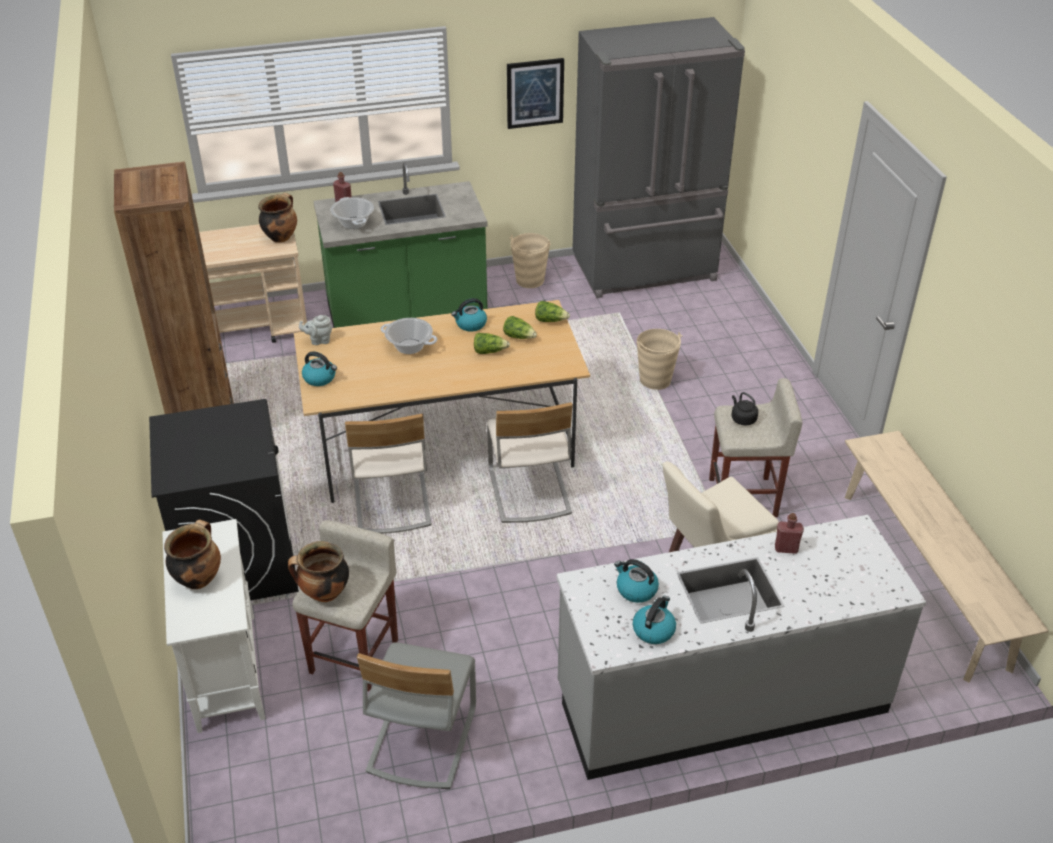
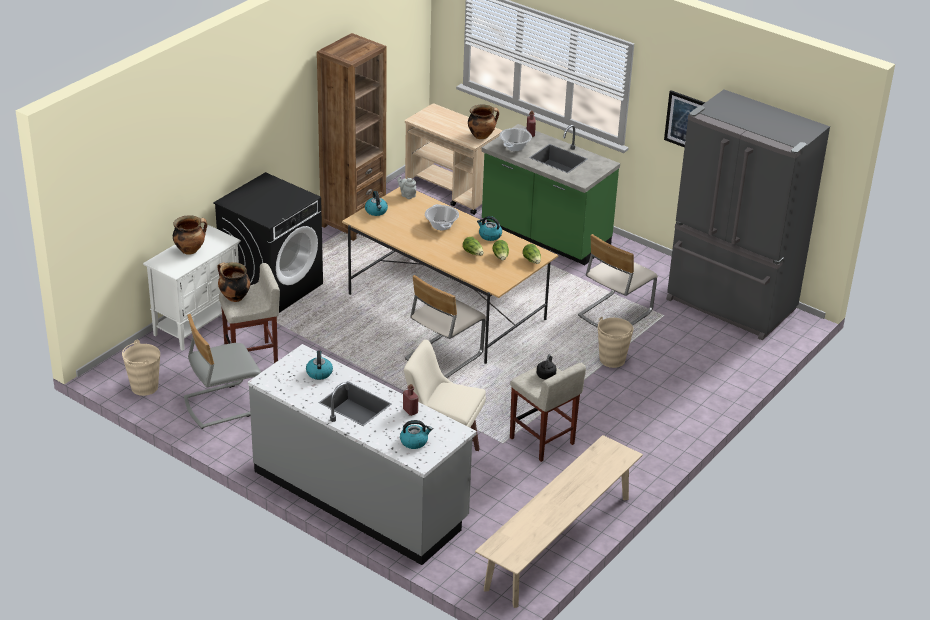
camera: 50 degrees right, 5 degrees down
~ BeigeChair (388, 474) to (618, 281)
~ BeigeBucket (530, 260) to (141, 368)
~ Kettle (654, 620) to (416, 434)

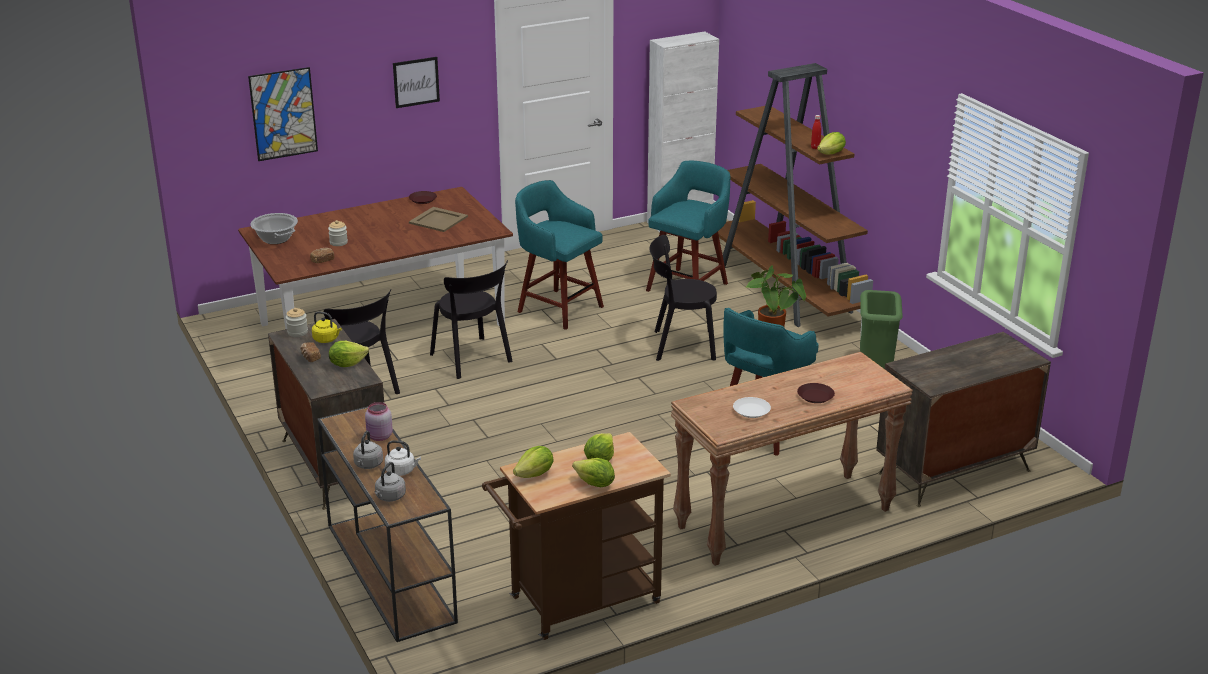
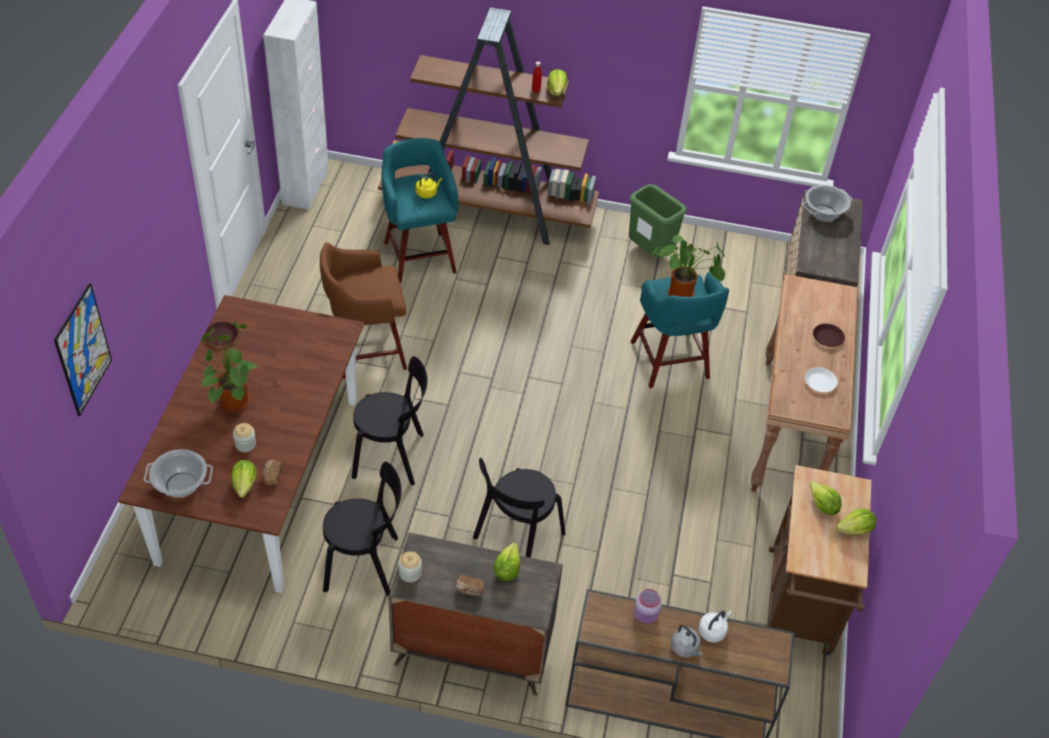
camera: 55 degrees left, 20 degrees up
~ YellowKettle (327, 327) to (429, 185)
- GreyKettle (390, 482)
- Picture (416, 82)
- BeigeTray (438, 219)
~ Lettuce (533, 462) to (244, 479)
~ TurquoiseStool (559, 255) to BrownStool (363, 310)
~ BlackChair (683, 298) to (519, 507)
+ PottedPlant (229, 366)
+ CookingPot (827, 203)

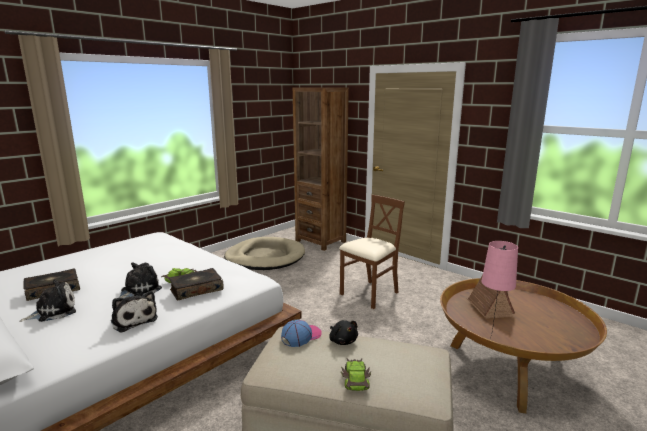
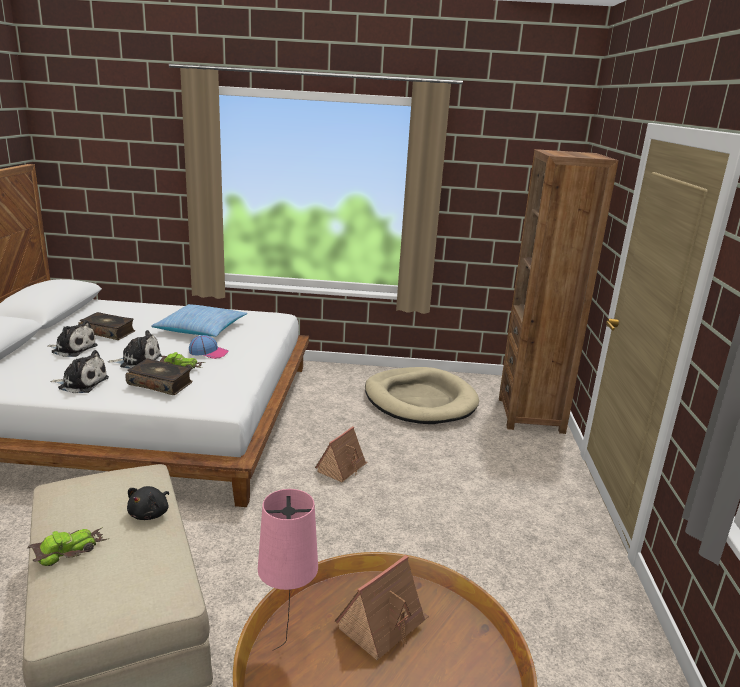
camera: 50 degrees right, 5 degrees up
~ PlushToy (134, 312) = (79, 371) 90 degrees counterclockwise
~ Cap (301, 333) to (209, 347)
- BrownChair (372, 252)
+ Pillow (199, 320)
+ ToyHouse (341, 454)

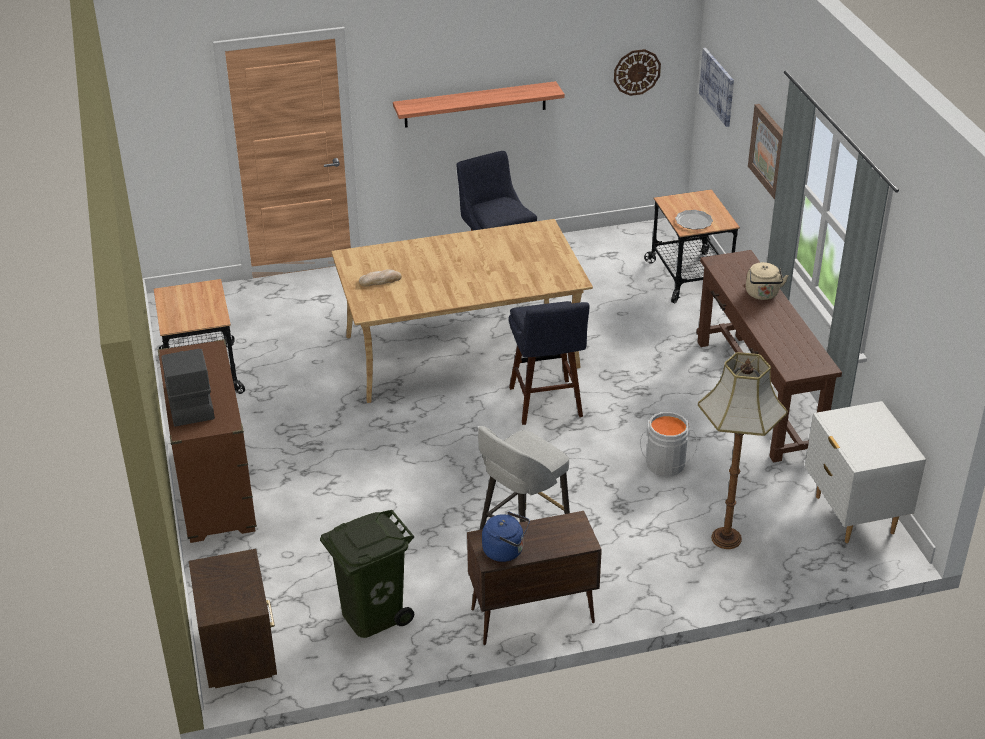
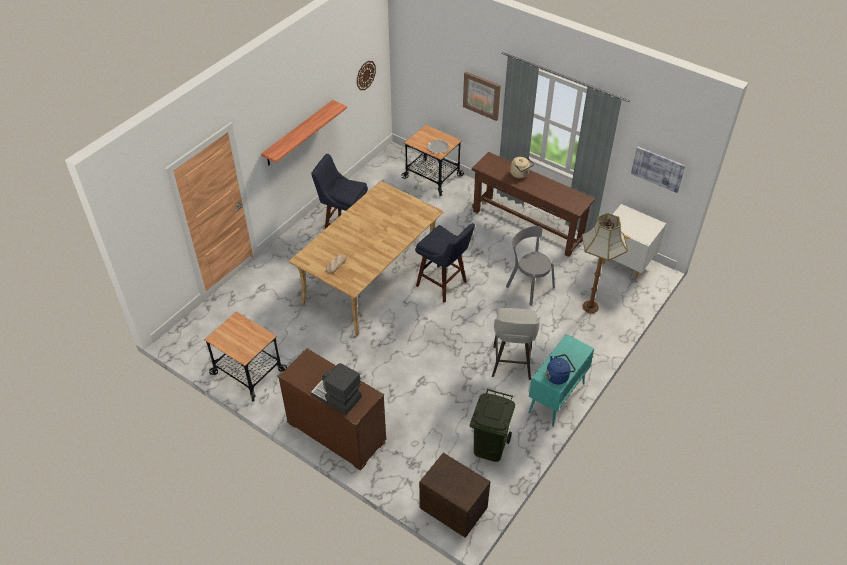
camera: 40 degrees left, 10 degrees up
~ BrownCabinet (534, 578) to TurquoiseCabinet (561, 380)
~ GreyBucket (668, 444) to GreyChair (530, 265)
~ Picture (716, 87) to (658, 170)

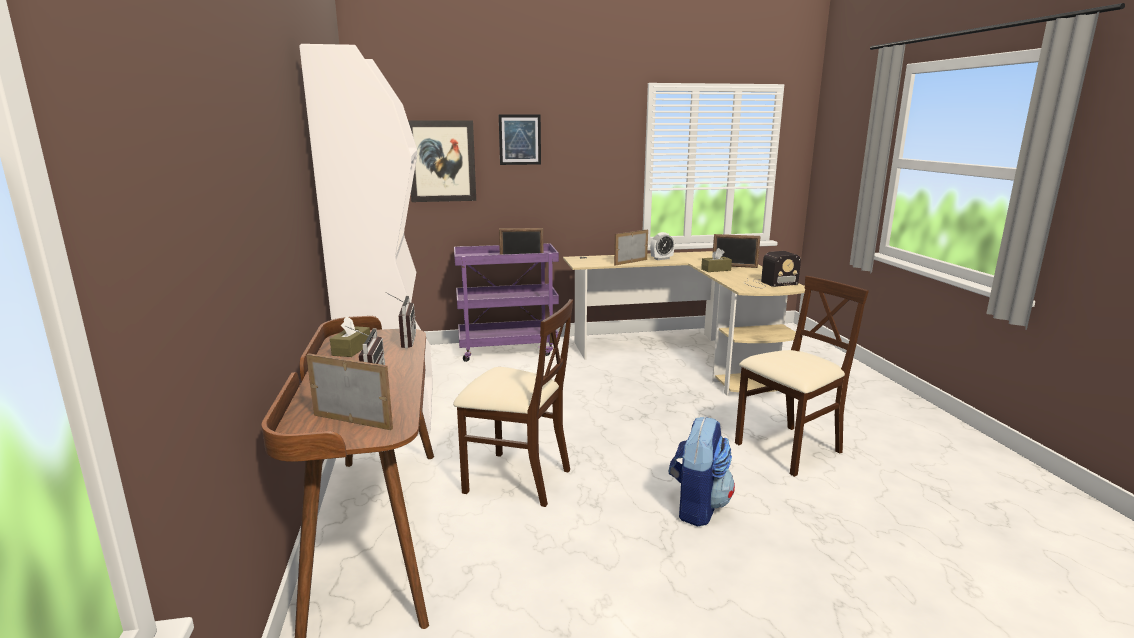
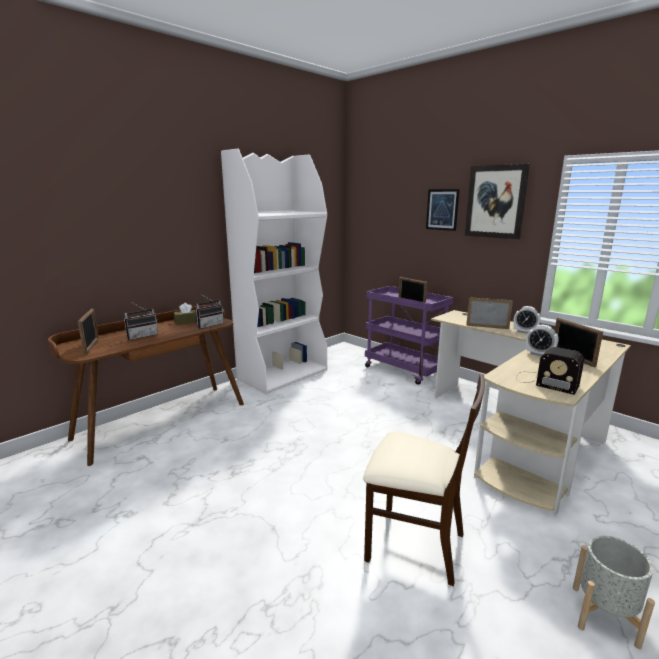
camera: 55 degrees right, 0 degrees up
~ Picture (442, 161) to (497, 201)
- BeigeChair (513, 403)
- Backpack (702, 471)
~ BrownTissueBox (716, 260) to AlarmClock (542, 340)
+ GreyPlanter (614, 592)

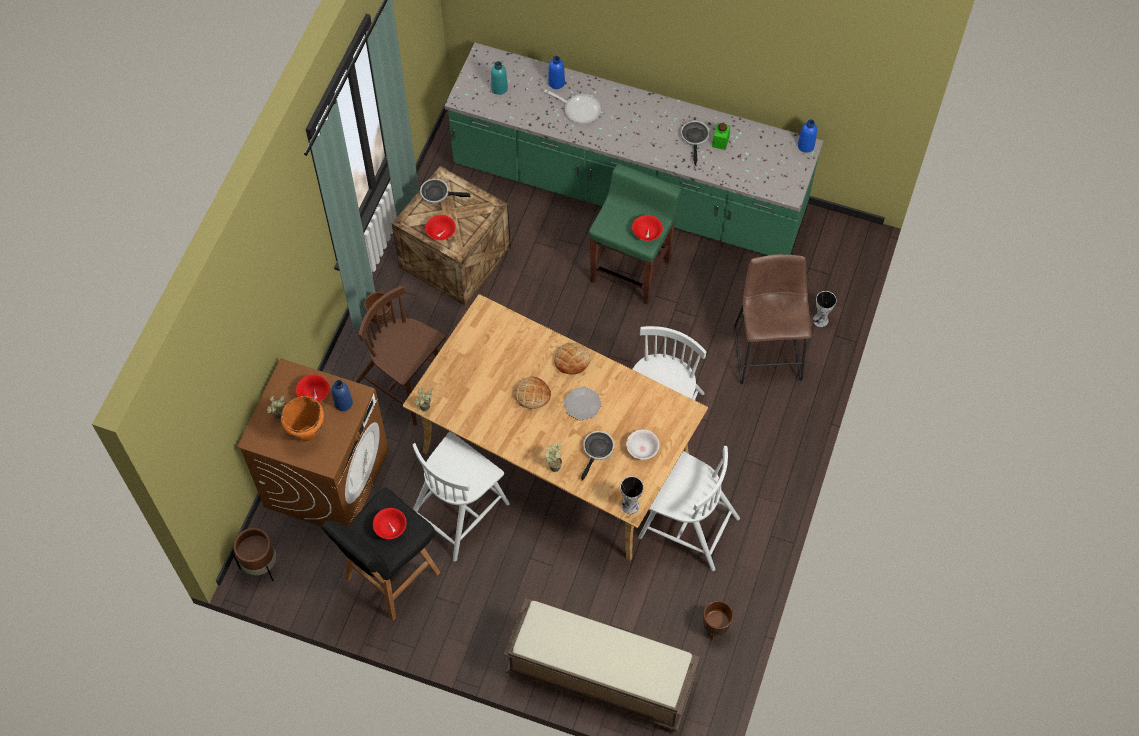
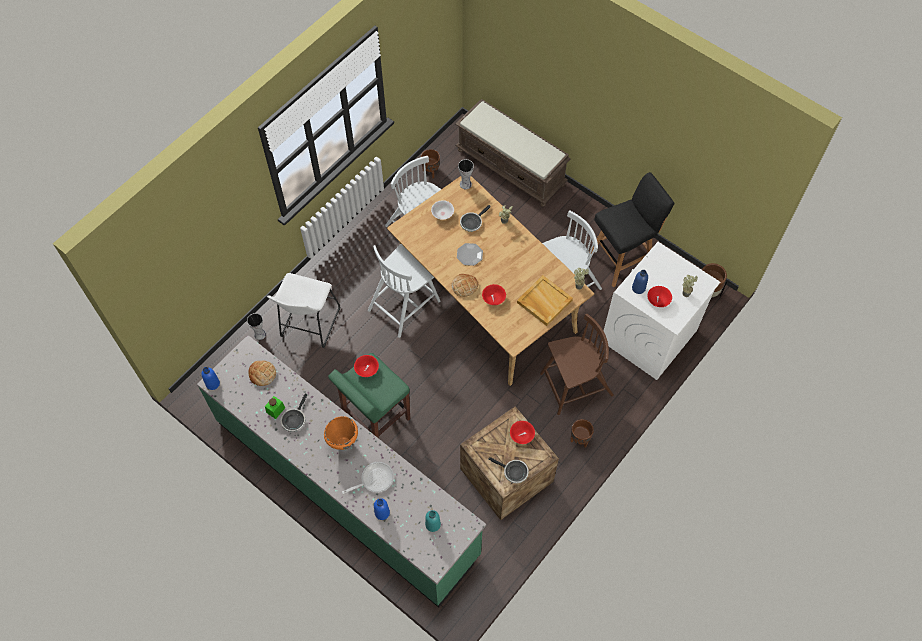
camera: 160 degrees left, 0 degrees up
~ BrownWashingMachine (313, 442) to WhiteWashingMachine (662, 311)
~ OrangeCookingPot (302, 418) to (341, 433)
~ BrownChair (400, 355) = (577, 364) 75 degrees counterclockwise
~ RedBowl (390, 523) to (494, 294)
~ Bread (532, 393) to (262, 373)
~ FryingPan (572, 106) = (368, 478) 105 degrees clockwise
~ BrownStool (773, 319) to WhiteStool (303, 310)
+ BeigeTray (545, 300)

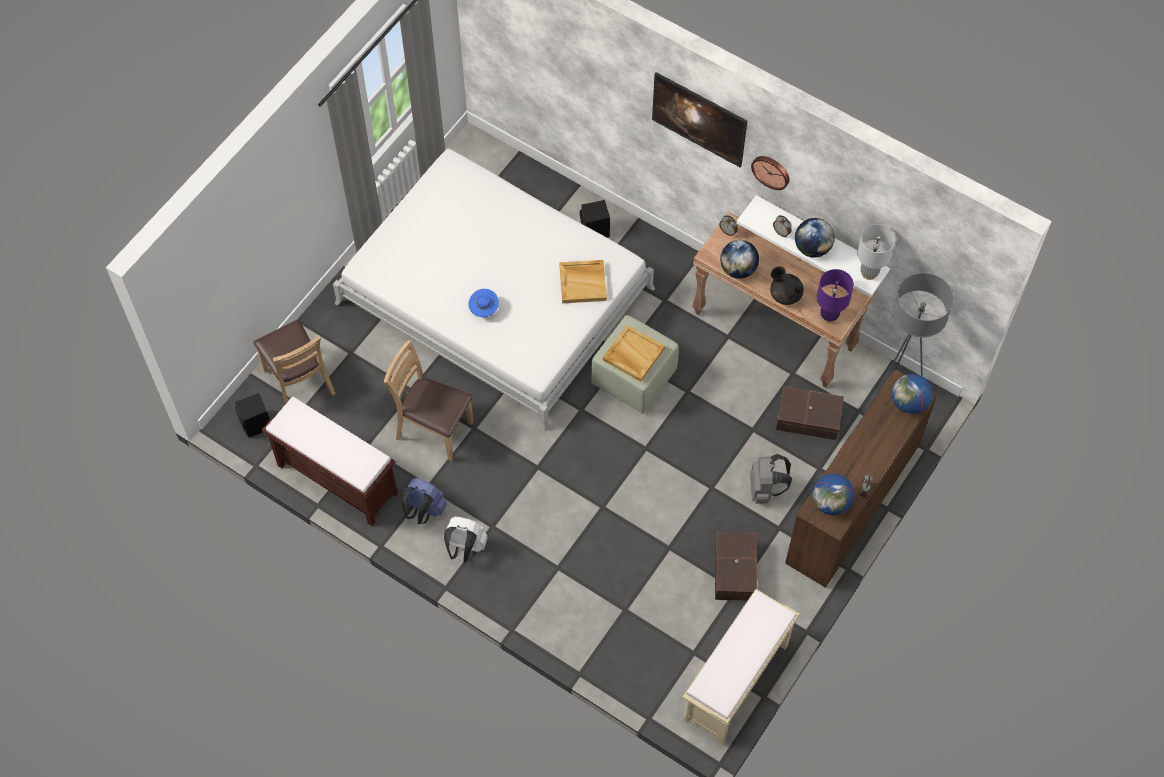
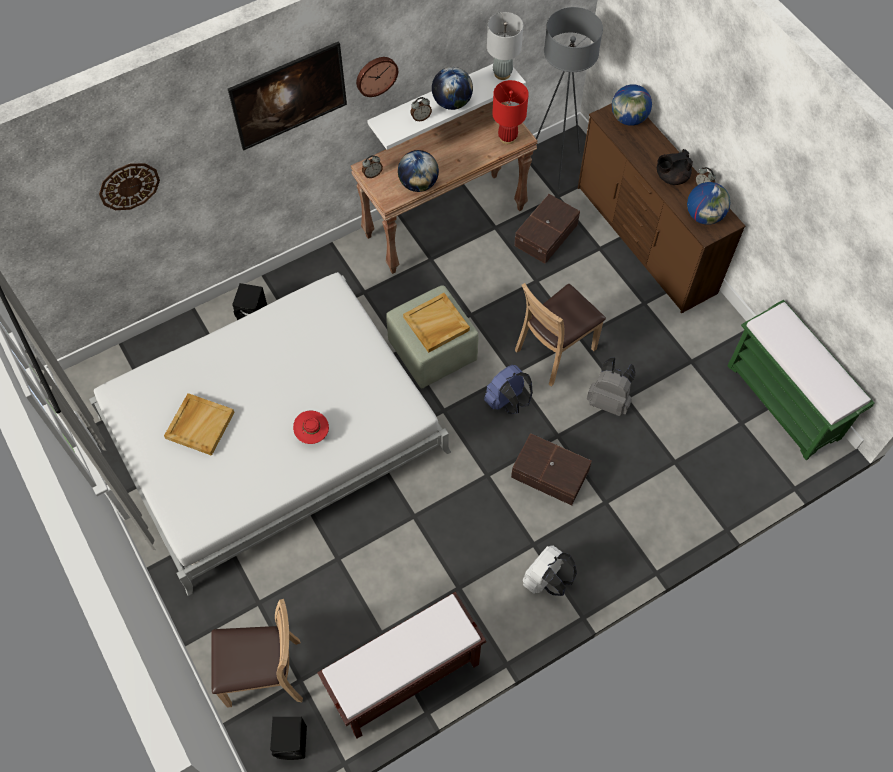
camera: 65 degrees left, 0 degrees up
~ BrownChair (429, 400) to (560, 335)
~ BlueBackpack (424, 501) to (508, 389)
~ BlueHat (483, 303) to RedHat (311, 427)
~ BeigeTray (583, 281) to (199, 424)
~ BeigeBench (741, 667) to GreenBench (800, 380)
~ BrownStorageBox (736, 566) to (551, 469)
~ GreyBackpack (771, 478) to (611, 386)
~ BlackTeapot (787, 285) to (675, 167)
~ PurpleTableLamp (835, 296) to RedTableLamp (510, 112)
+ WallClock (129, 186)

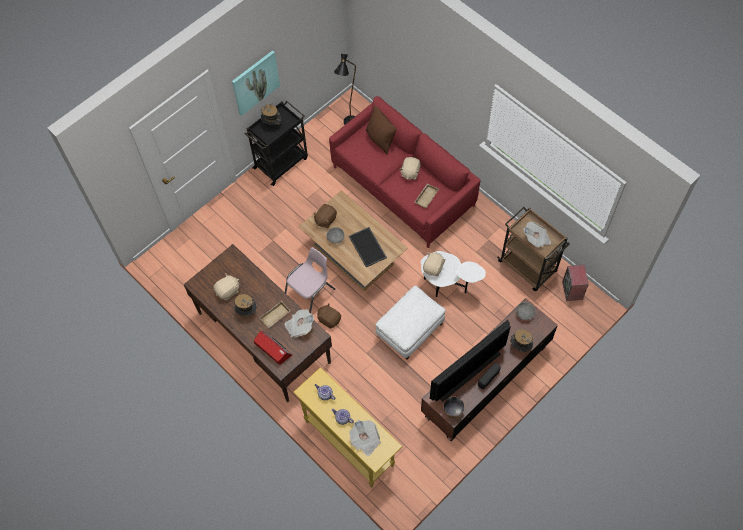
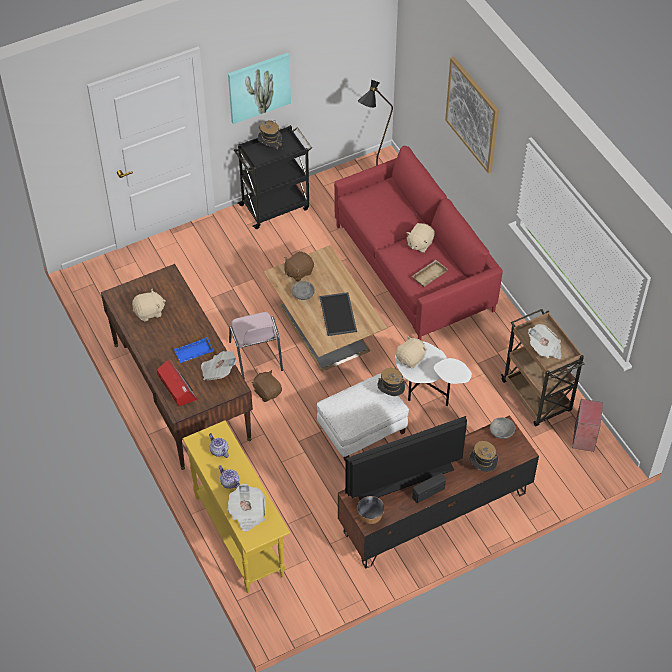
camera: 15 degrees right, 10 degrees down
~ Hat (245, 305) to (391, 382)
~ BeigeTray (275, 314) to BlueTray (194, 350)
~ PinkChair (310, 280) = (256, 346) 105 degrees clockwise
- BrownPillow (381, 129)
+ Picture (472, 115)

